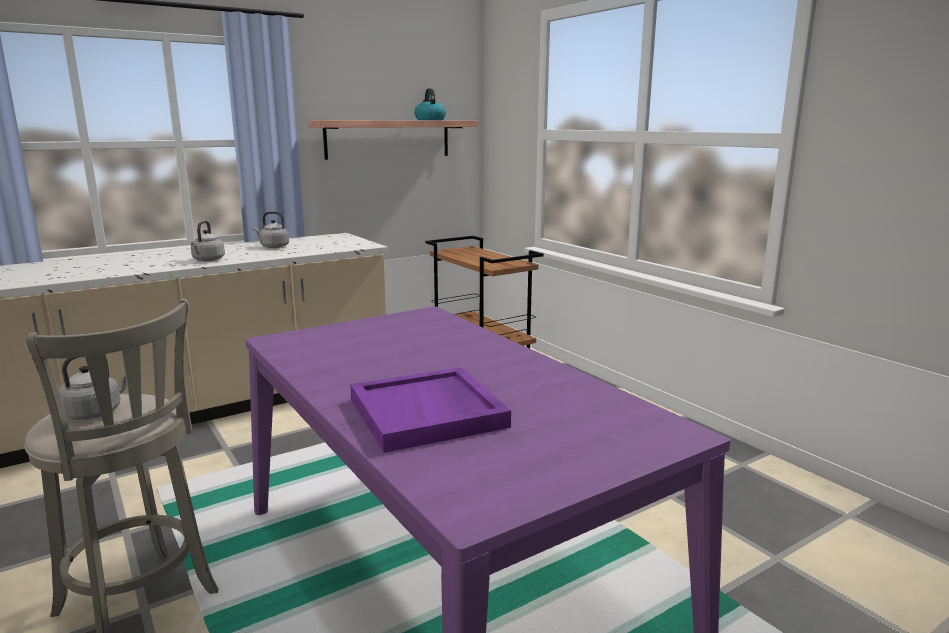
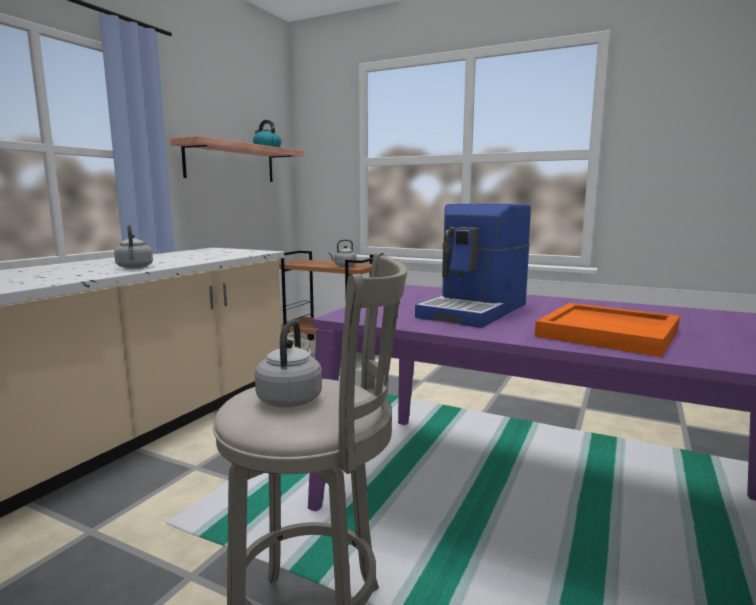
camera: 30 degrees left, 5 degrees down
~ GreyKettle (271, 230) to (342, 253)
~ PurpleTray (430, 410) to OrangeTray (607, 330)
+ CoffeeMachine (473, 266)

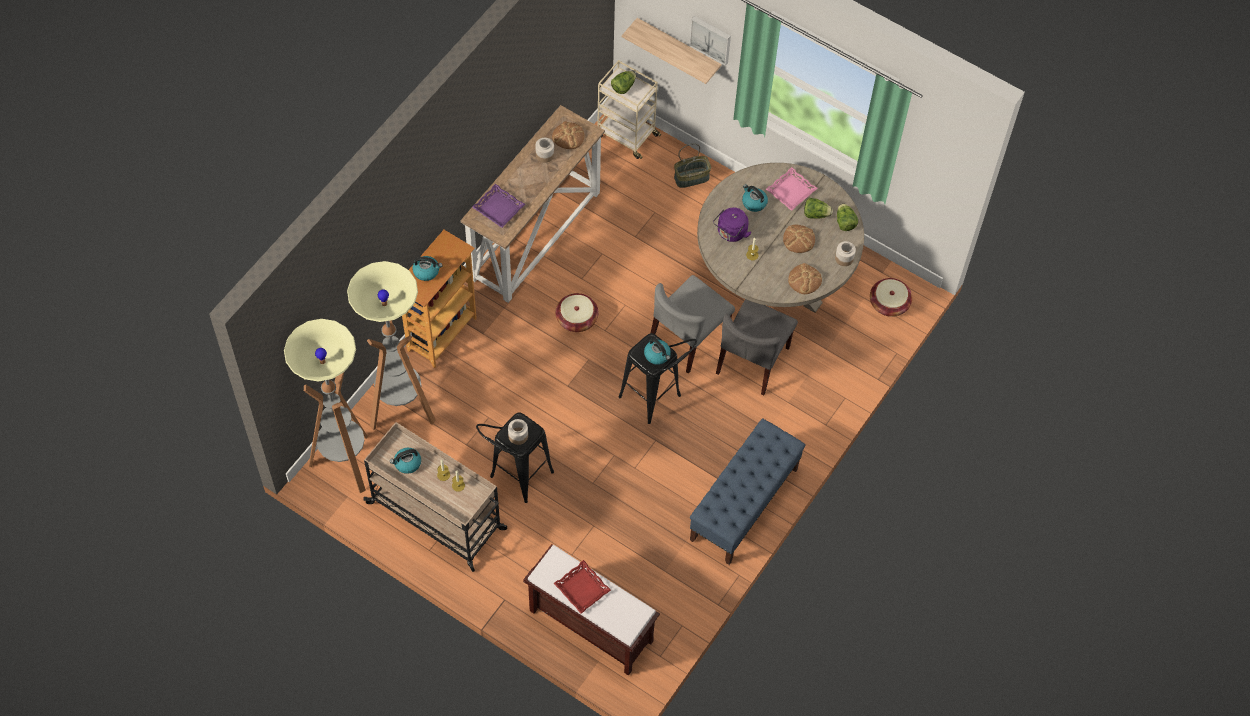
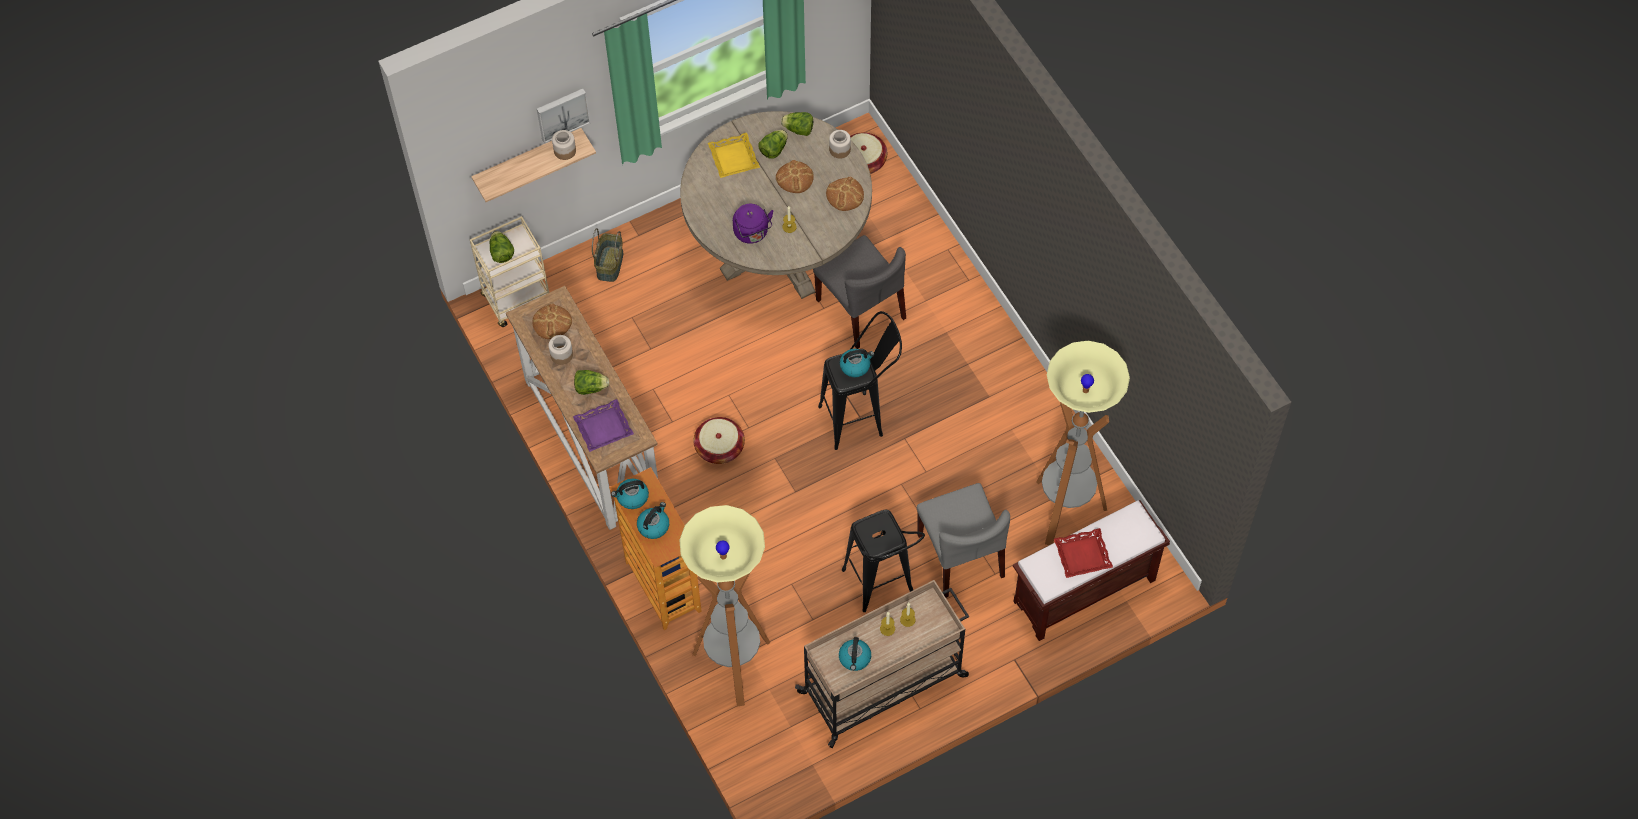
camera: 60 degrees left, 0 degrees up
~ FloorLamp (326, 406) to (1083, 443)
~ Jar (518, 432) to (564, 145)
~ GreyChair (693, 324) to (963, 540)
- BlueBench (748, 491)
~ Kettle (755, 198) to (630, 494)
~ PinkTray (792, 189) to YellowTray (734, 155)
+ Lettuce (591, 382)

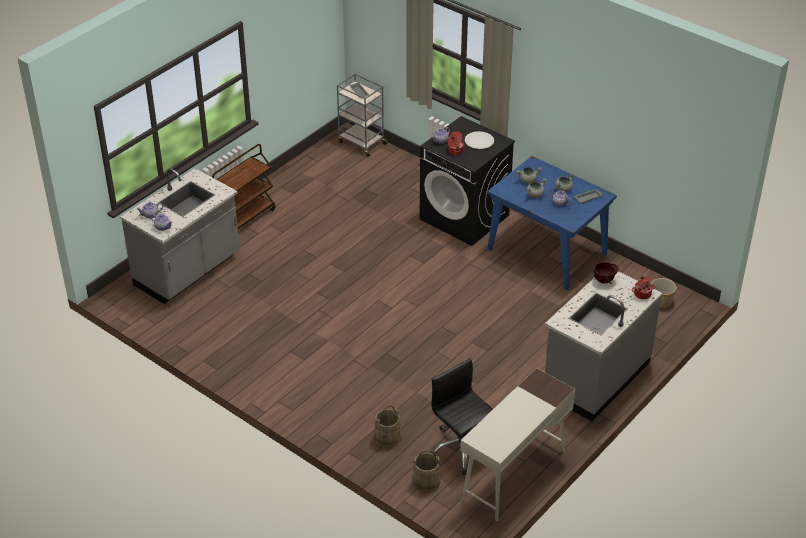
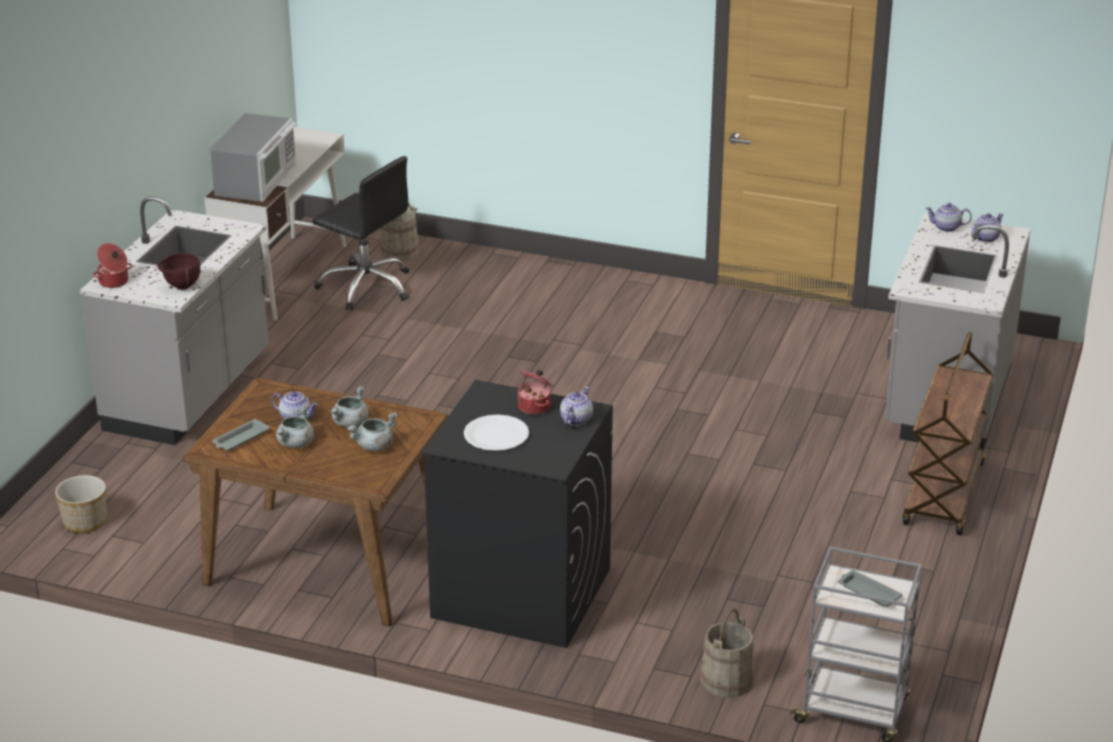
camera: 160 degrees right, 10 degrees down
~ BeigeBucket (388, 426) to (727, 653)
~ BlueDiningTable (552, 223) to BrownDiningTable (315, 501)
+ Microwave (253, 157)

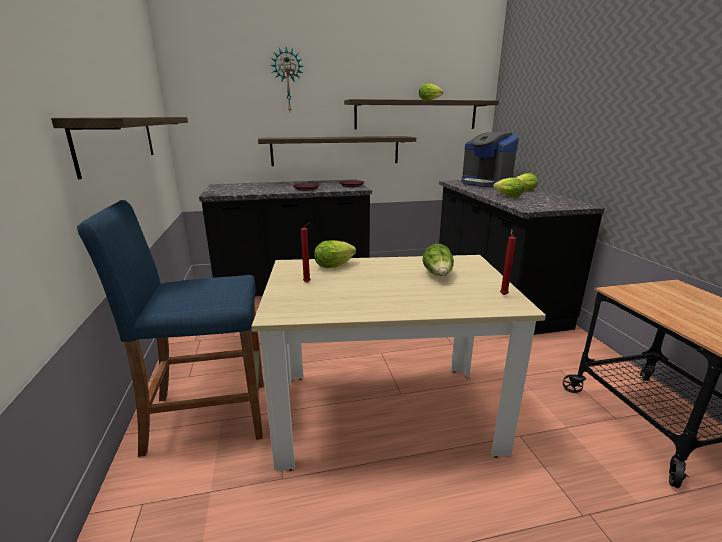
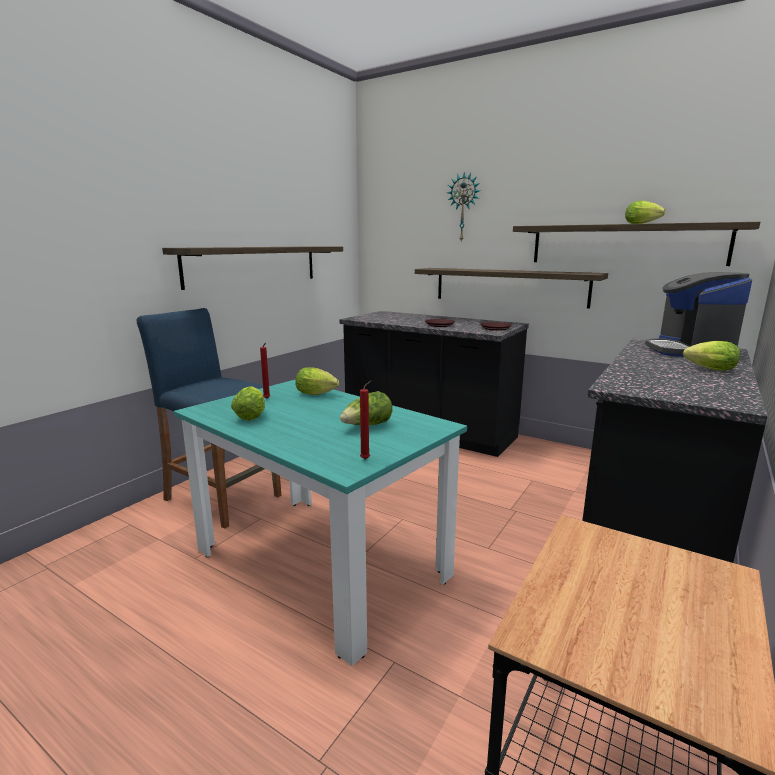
camera: 45 degrees right, 5 degrees down
~ BeigeDiningTable (399, 363) to TurquoiseDiningTable (320, 522)
~ Lettuce (508, 187) to (248, 403)

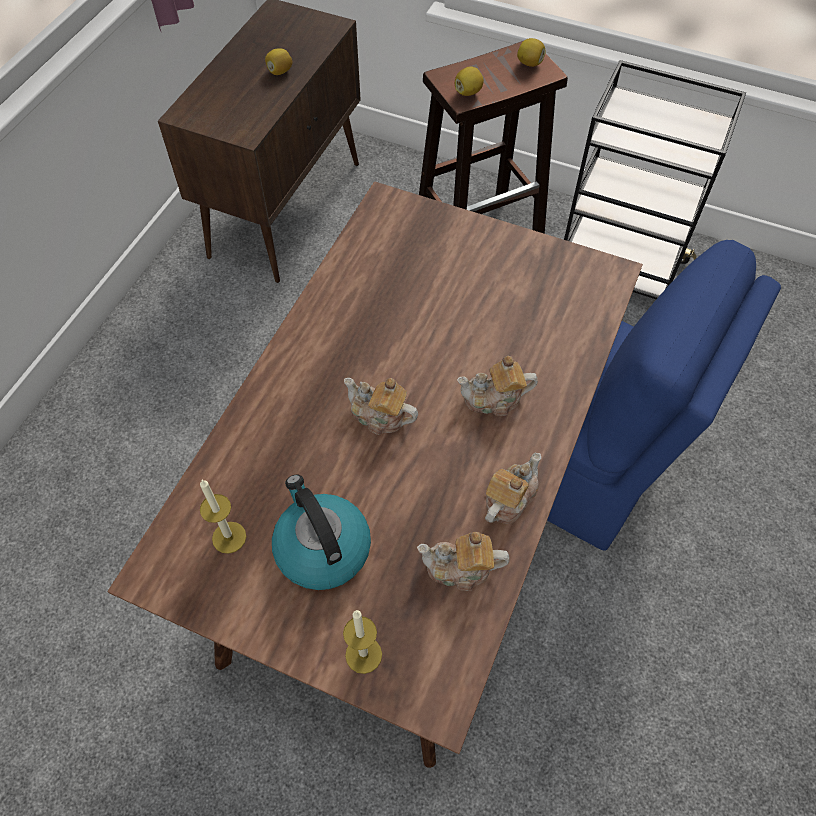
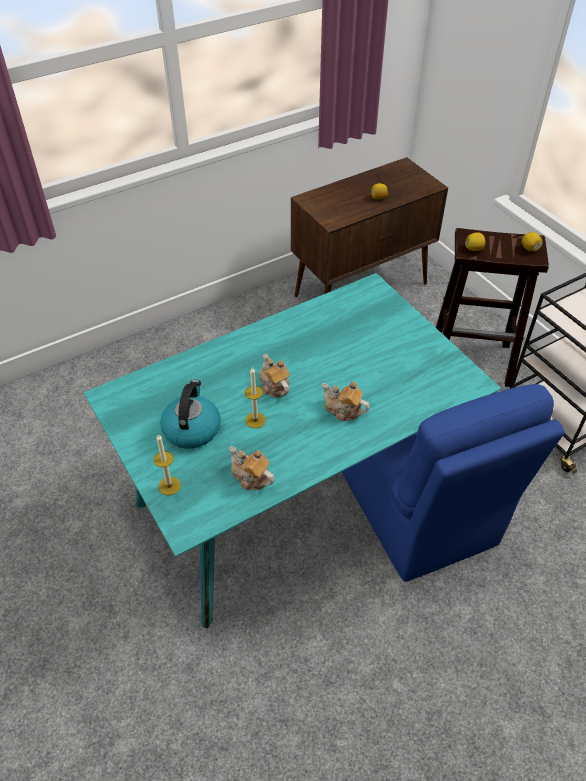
camera: 35 degrees right, 10 degrees down
~ BrownDiningTable (375, 474) to TurquoiseDiningTable (292, 450)
~ Candle (223, 517) to (255, 397)
- Teapot (513, 488)

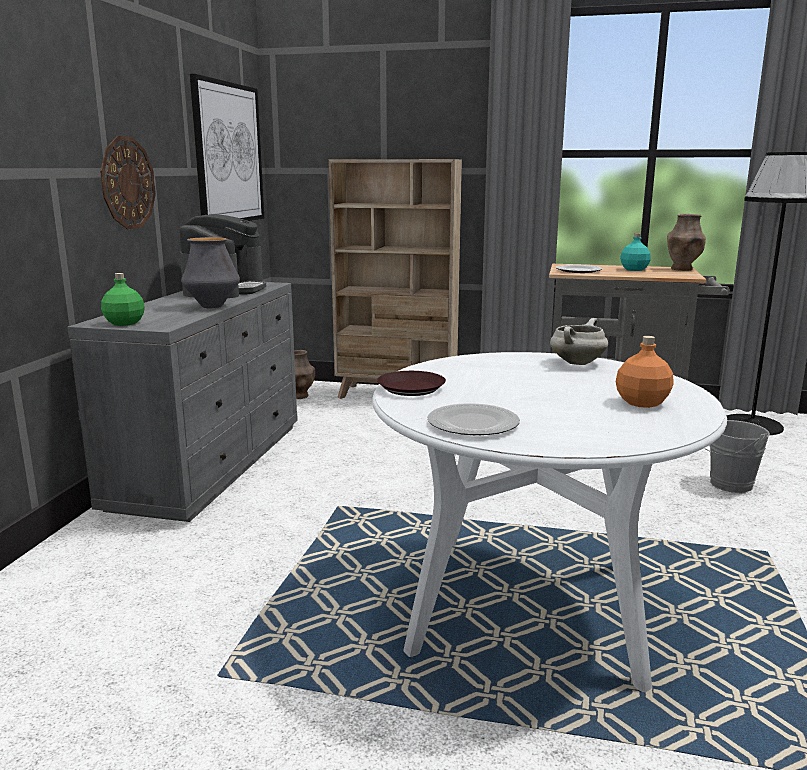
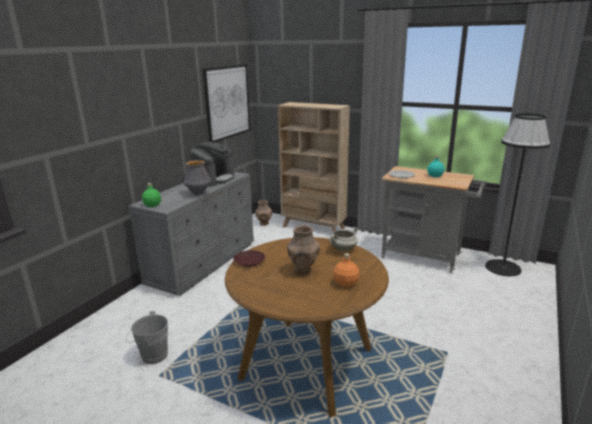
camera: 15 degrees right, 5 degrees up
- WallClock (128, 182)
~ WhiteDiningTable (549, 522) to BrownDiningTable (307, 327)
- Plate (473, 419)
~ BrownVase (686, 242) to (303, 250)
~ GreyBucket (737, 456) to (147, 337)

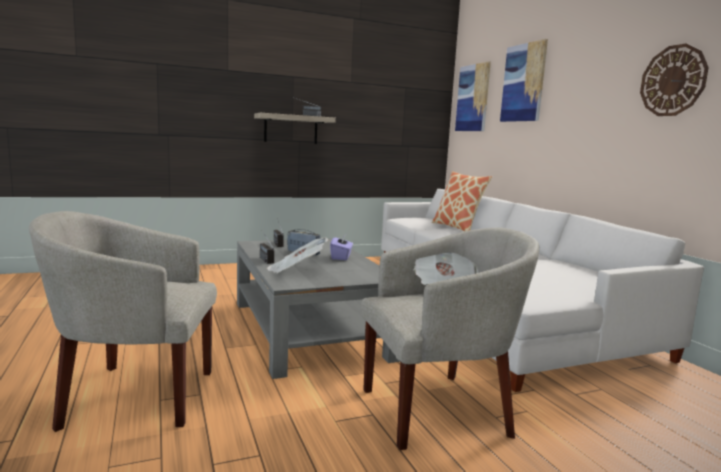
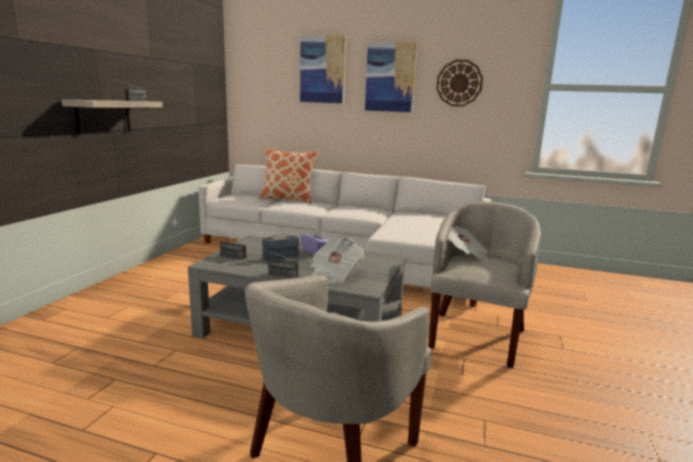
camera: 50 degrees left, 5 degrees up
~ Picture (473, 96) to (391, 77)

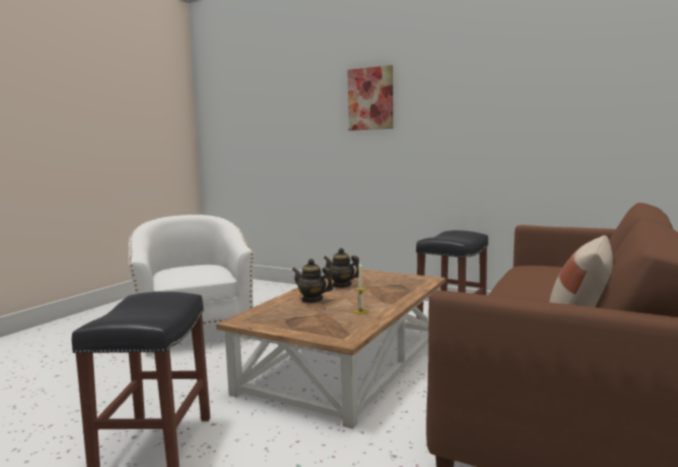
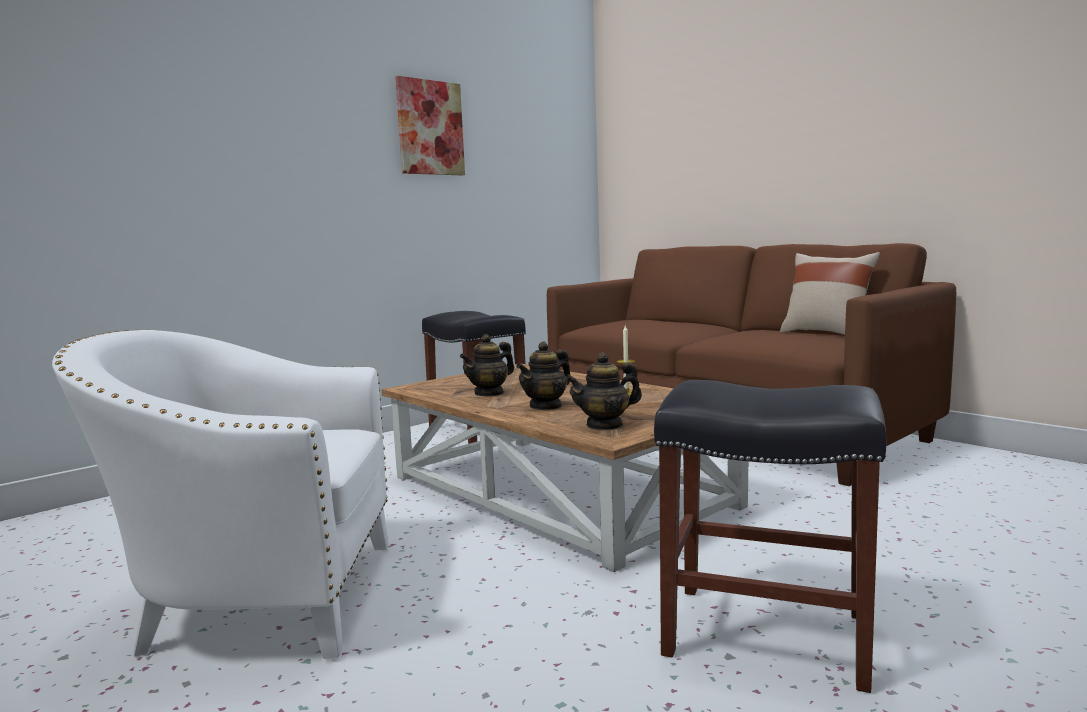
camera: 70 degrees left, 0 degrees up
~ Picture (370, 98) to (430, 126)
+ Teapot (603, 391)

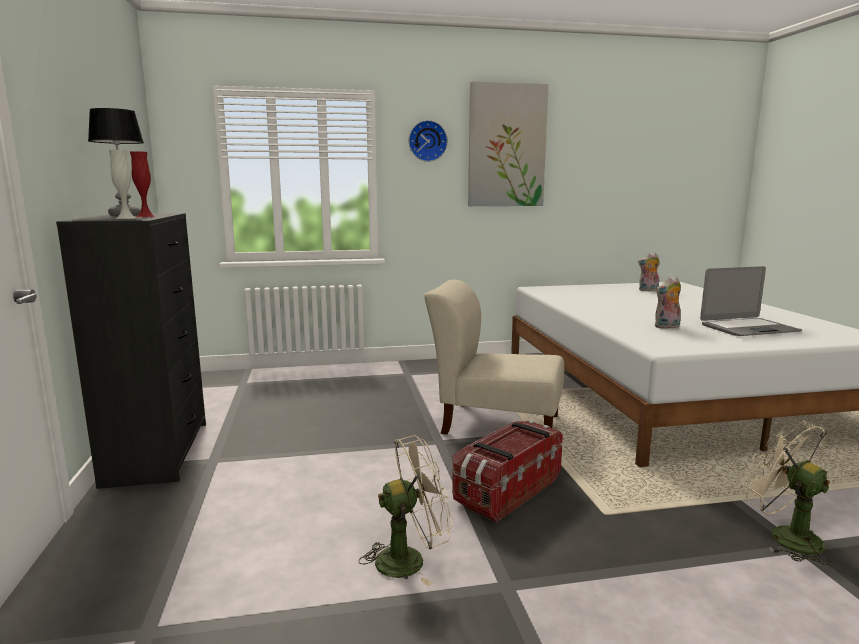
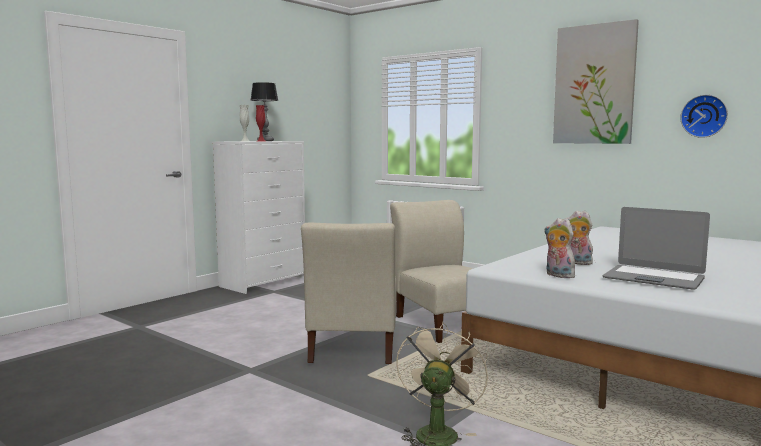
camera: 50 degrees right, 5 degrees down
~ BlackDresser (131, 351) to WhiteDresser (258, 217)
- BeigeFan (406, 510)
~ WallClock (428, 141) to (704, 116)
~ StorageBox (507, 471) to BeigeChair (349, 293)
~ PlushToy (649, 272) to (559, 248)

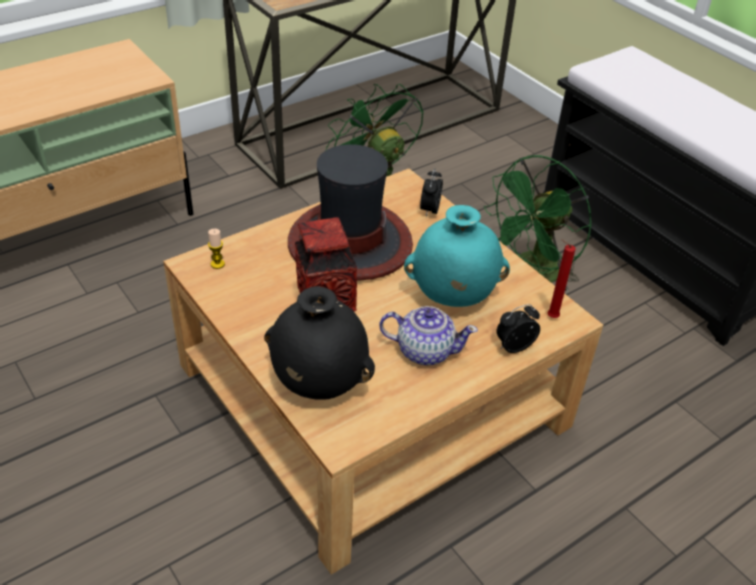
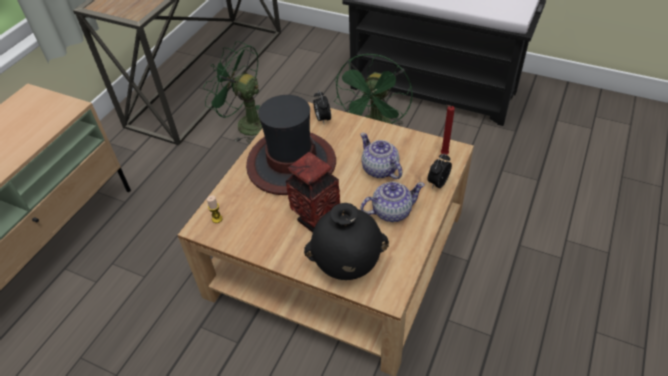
camera: 25 degrees left, 5 degrees up
~ TurquoiseVase (457, 256) to Teapot (381, 156)

